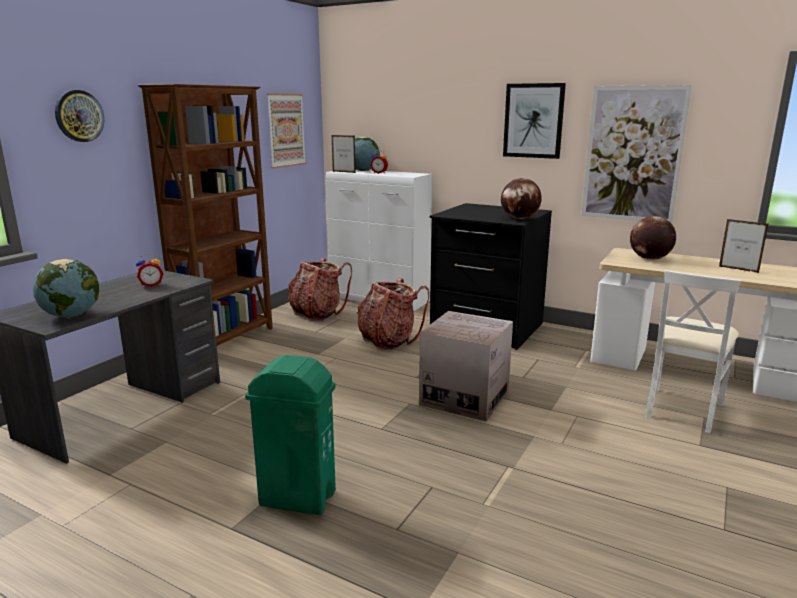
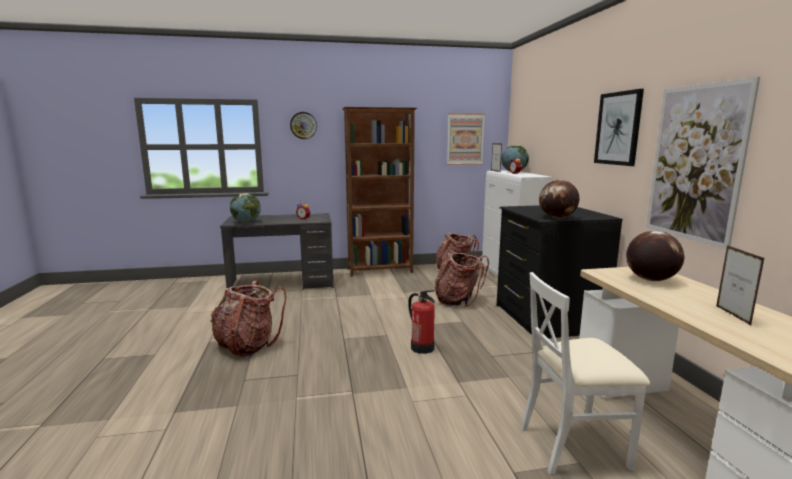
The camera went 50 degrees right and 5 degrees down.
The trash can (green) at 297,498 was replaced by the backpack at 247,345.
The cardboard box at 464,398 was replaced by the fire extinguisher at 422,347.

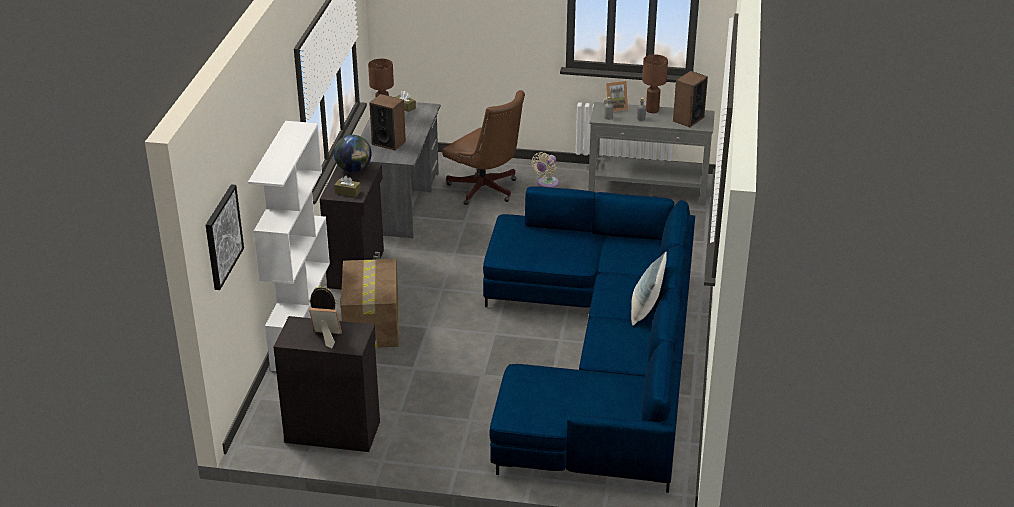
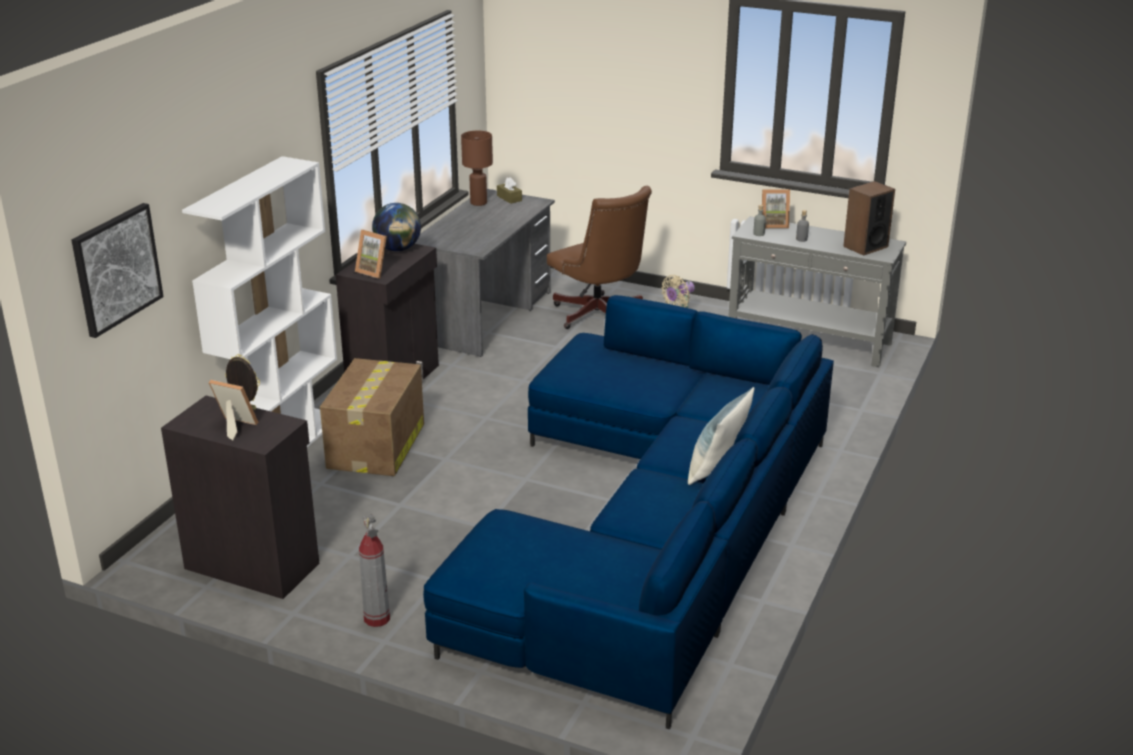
The camera went 15 degrees right and 5 degrees down.
The tissue box (brown) at 347,192 was replaced by the picture frame at 374,271.
The fire extinguisher at 377,618 appeared.
The speaker at 388,142 disappeared.
The table lamp (brown) at 652,110 disappeared.

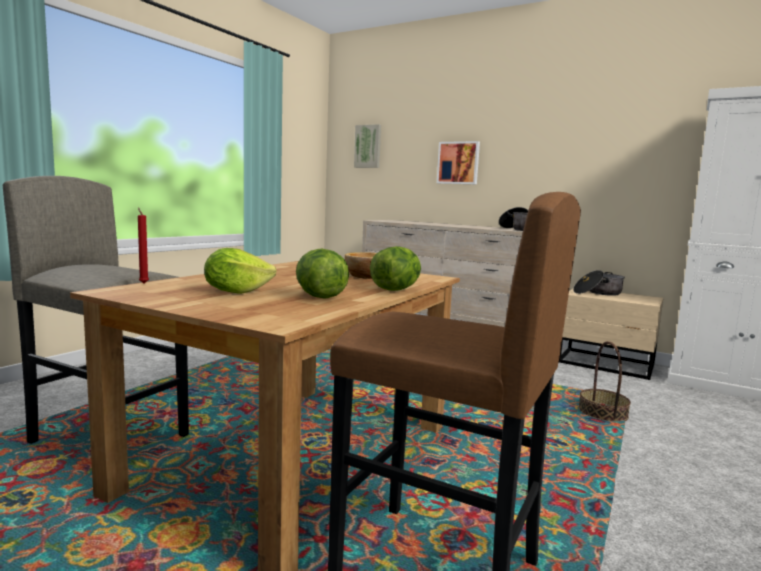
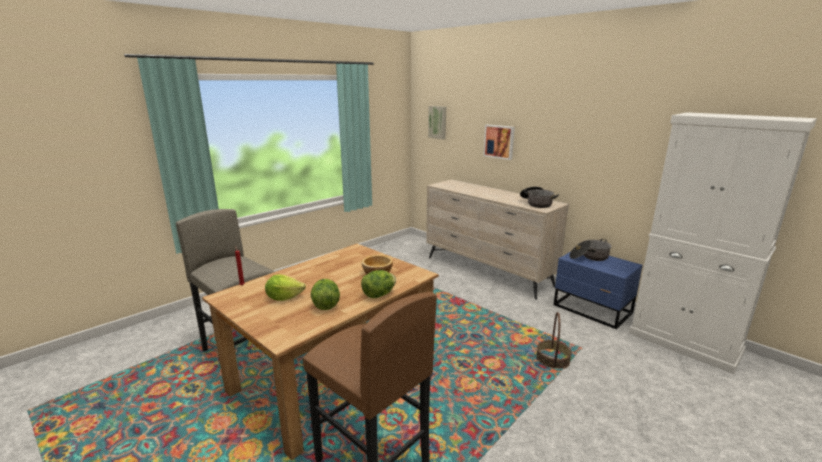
The camera went 15 degrees right and 10 degrees up.
The nightstand (beige) at 606,364 became the nightstand (blue) at 592,310.

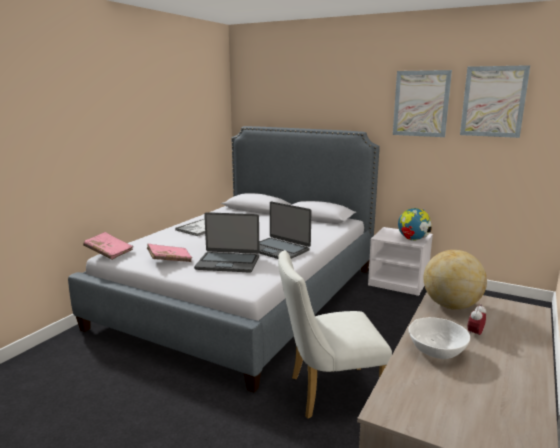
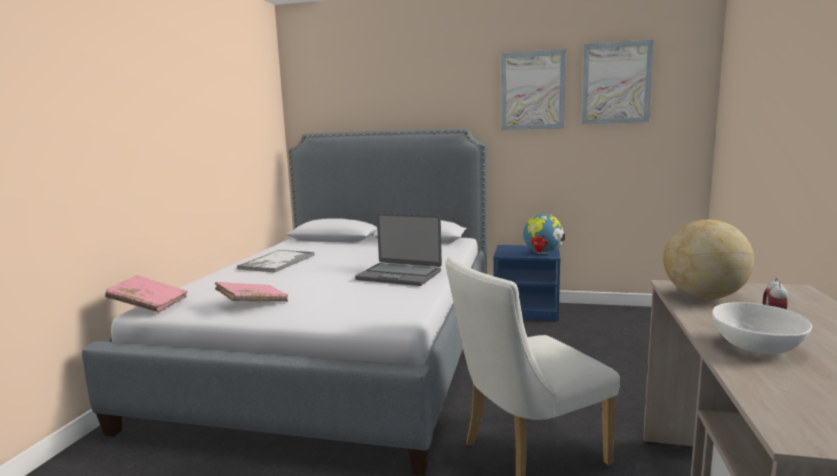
The camera went 15 degrees left and 5 degrees down.
The nightstand (white) at 399,283 became the nightstand (blue) at 527,310.
The laptop at 228,262 disappeared.

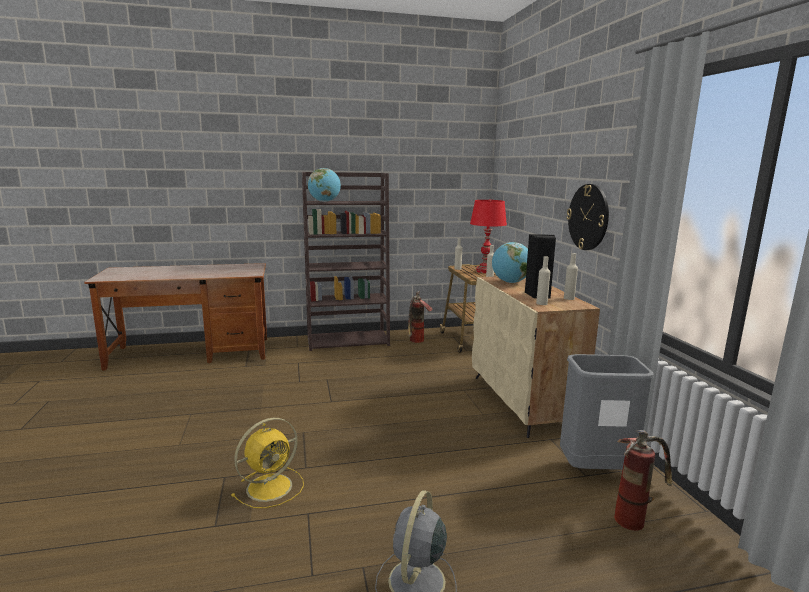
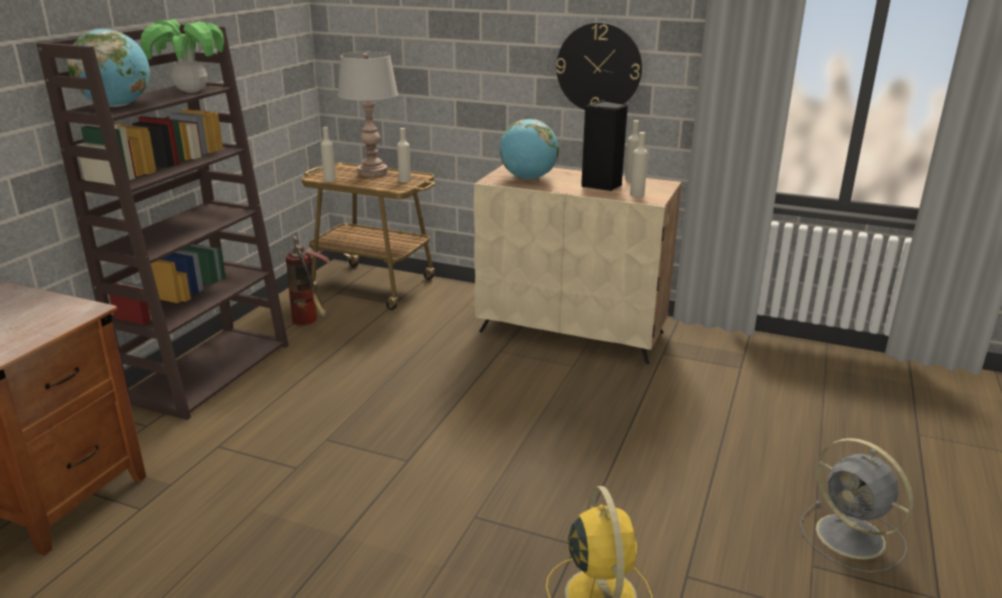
The camera went 55 degrees left and 10 degrees up.
The potted plant at 192,91 appeared.
The table lamp (red) at 485,271 became the table lamp (grey) at 372,172.
The trash can (grey) at 595,471 disappeared.
The fire extinguisher at 634,515 disappeared.

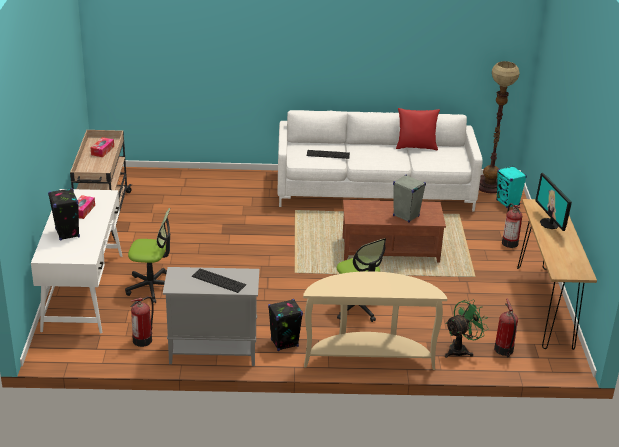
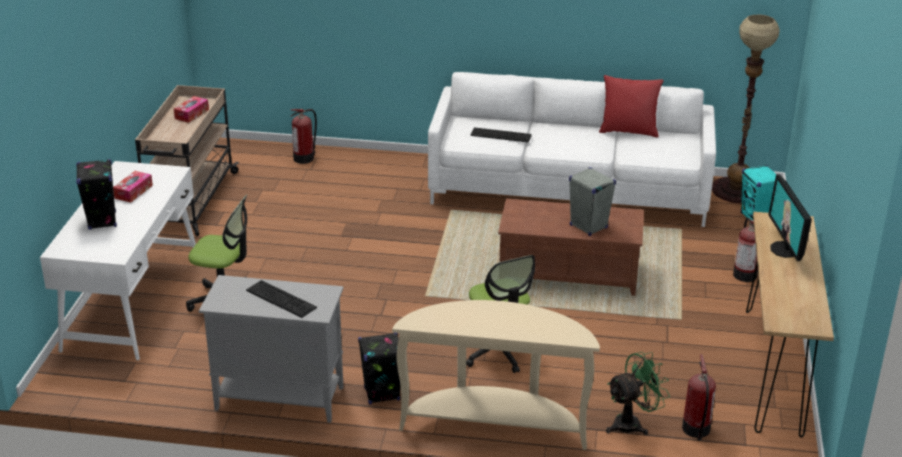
The camera went 10 degrees right and 0 degrees up.
The fire extinguisher moved from 143,340 to 304,158.

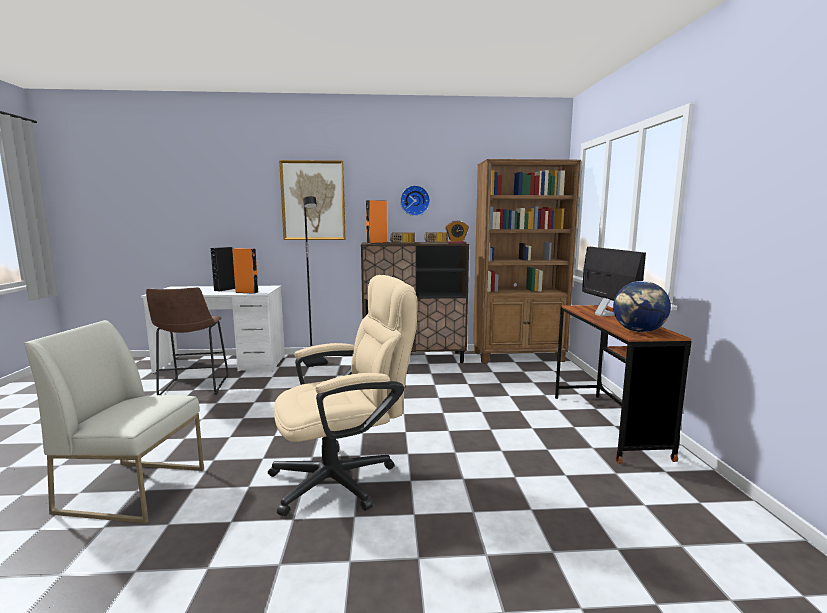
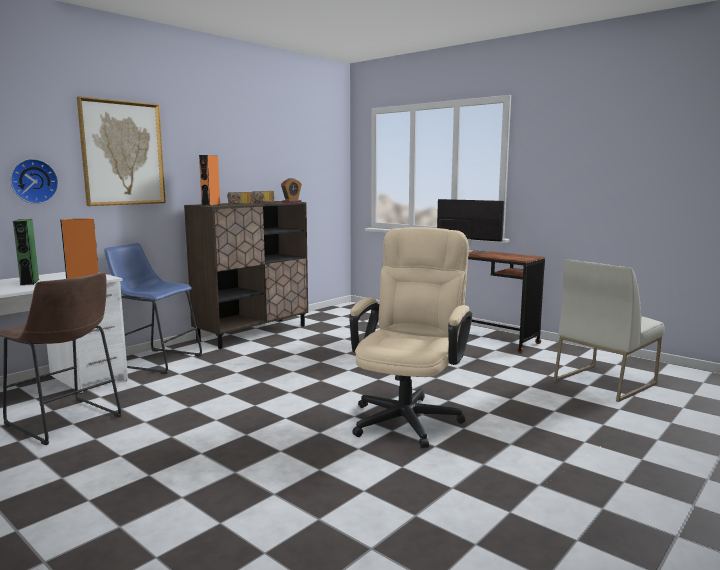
The camera went 45 degrees left and 0 degrees up.
The wall clock moved from 414,200 to 33,181.
The speaker (black) at 224,289 became the speaker (green) at 29,282.
The floor lamp (black) at 314,362 was replaced by the stool (blue) at 155,360.
The chair (white) moved from 134,489 to 604,382.
The bookcase (brown) at 519,357 disappeared.
The globe at 638,331 disappeared.

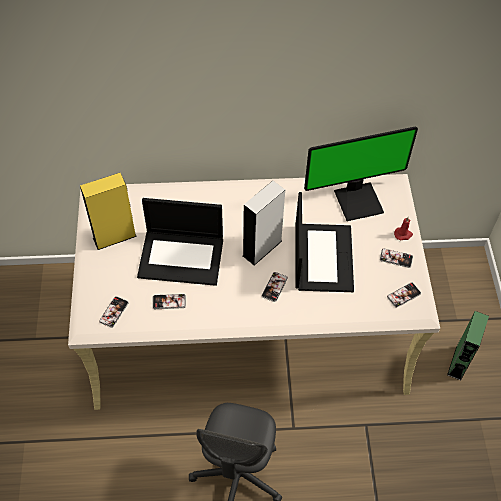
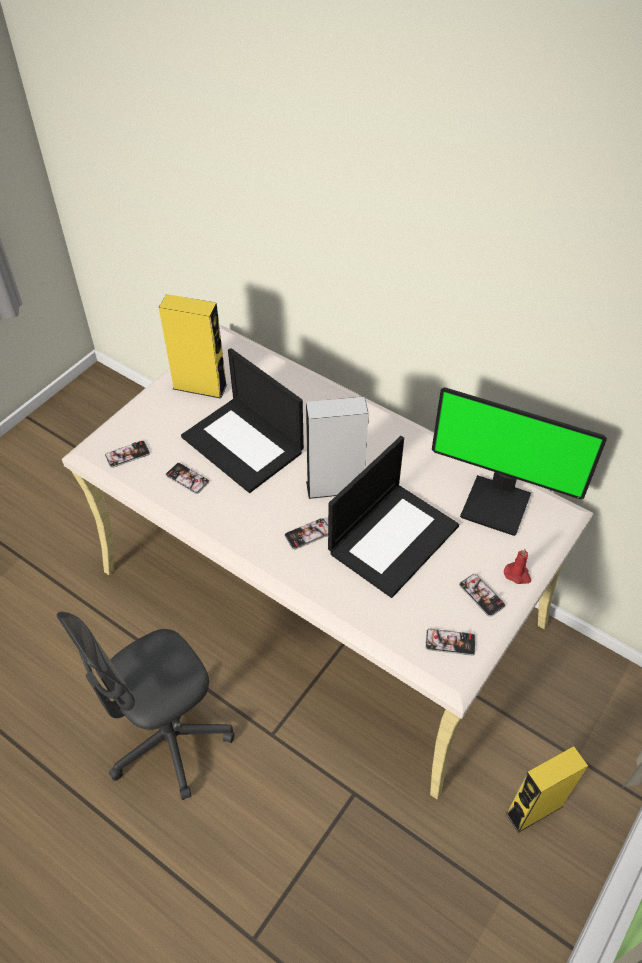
The camera went 40 degrees right and 5 degrees down.
The speaker (green) at 458,362 became the speaker (yellow) at 534,810.

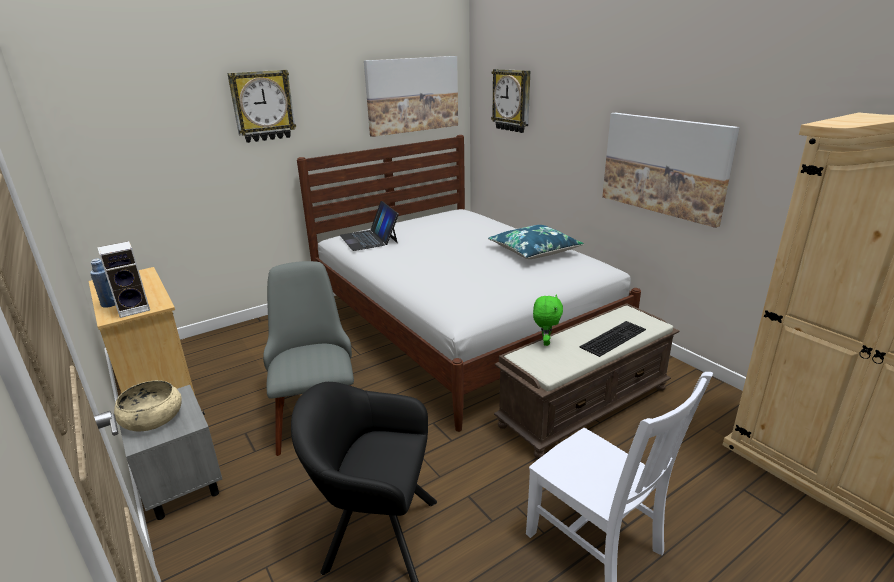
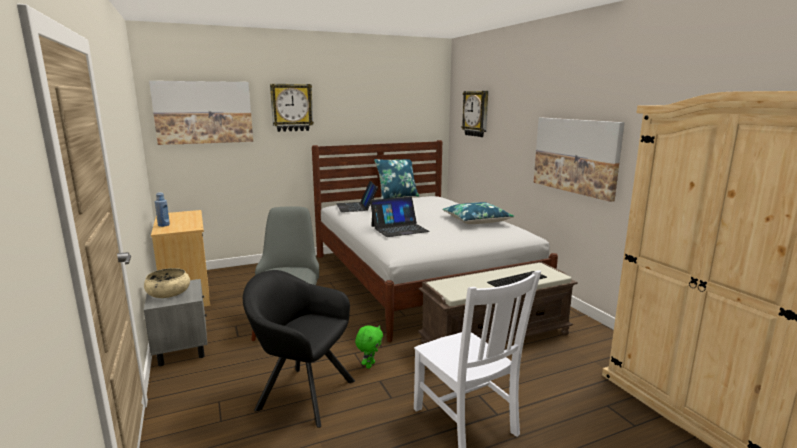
The camera went 10 degrees right and 10 degrees down.
The picture moved from 412,95 to 203,112.
The plush toy (green) moved from 545,342 to 369,365.
The laptop at 399,229 appeared.
The pillow (blue) at 397,197 appeared.
The speaker at 135,309 disappeared.

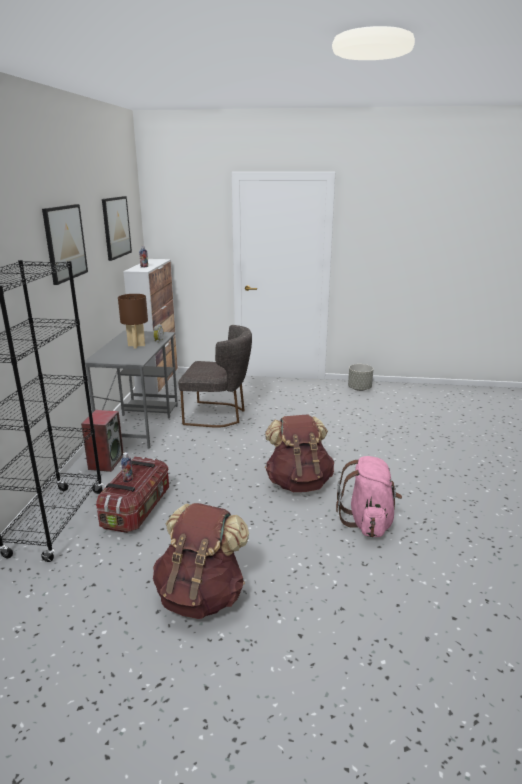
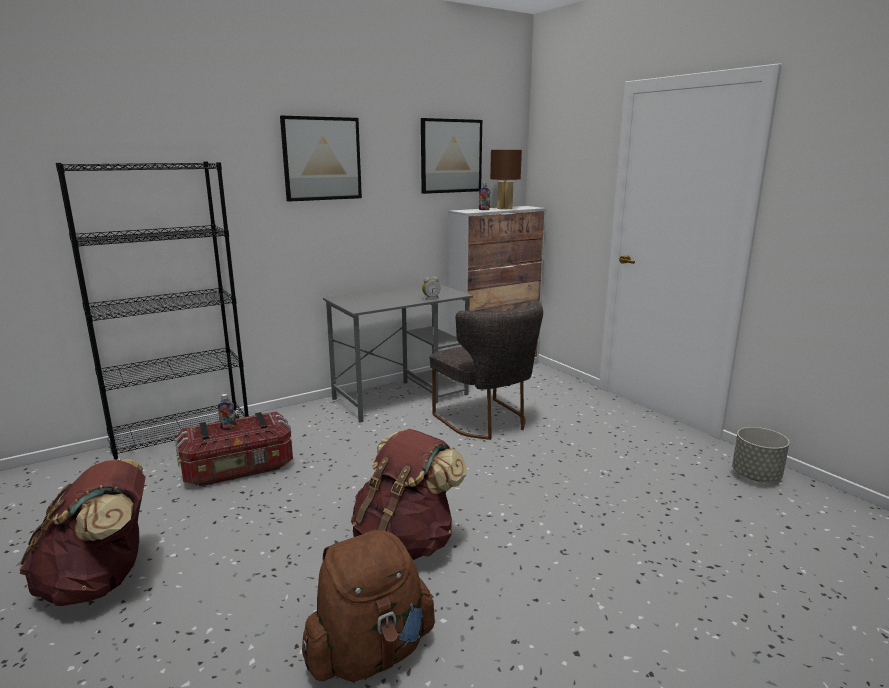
The camera went 50 degrees right and 5 degrees down.
The backpack (pink) at 368,522 became the backpack (brown) at 371,653.
The table lamp (brown) moved from 136,345 to 504,208.
The speaker at 106,462 disappeared.

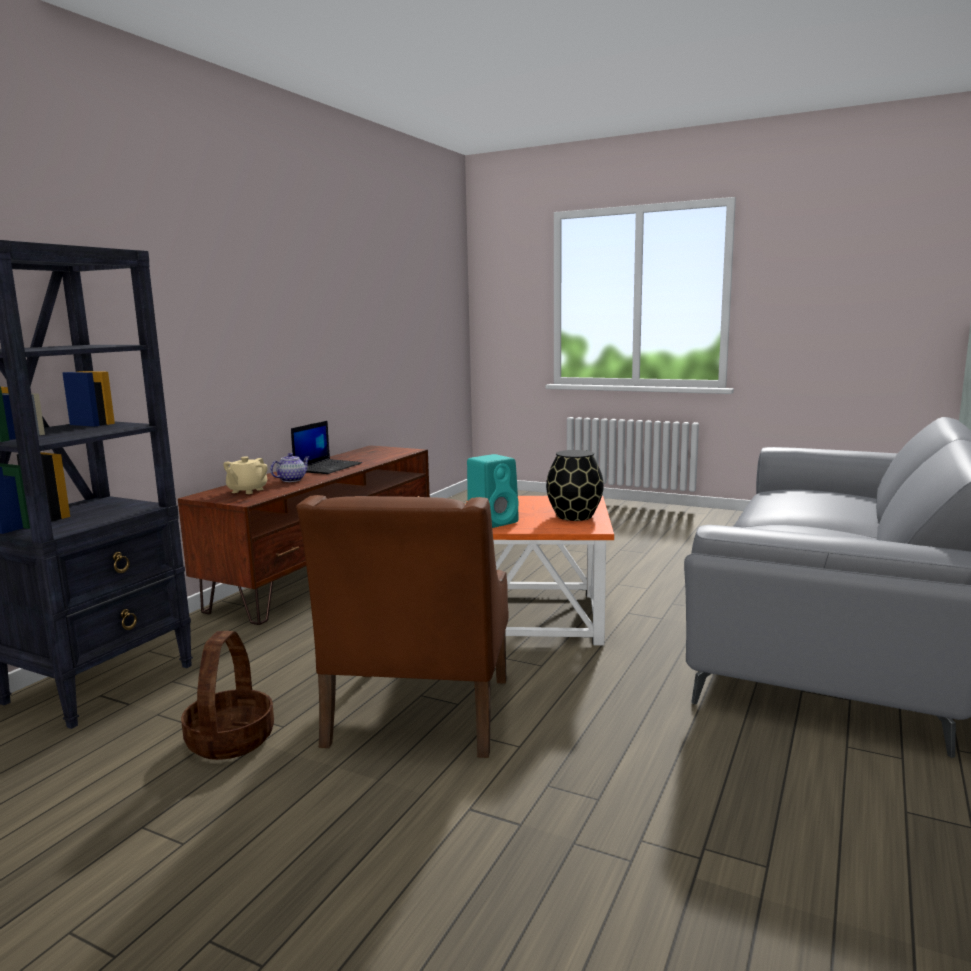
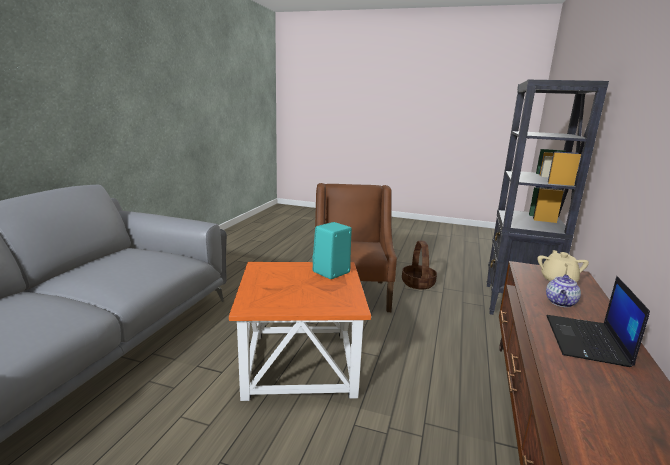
The camera went 170 degrees right and 5 degrees up.
The vase (black) at 574,516 disappeared.

